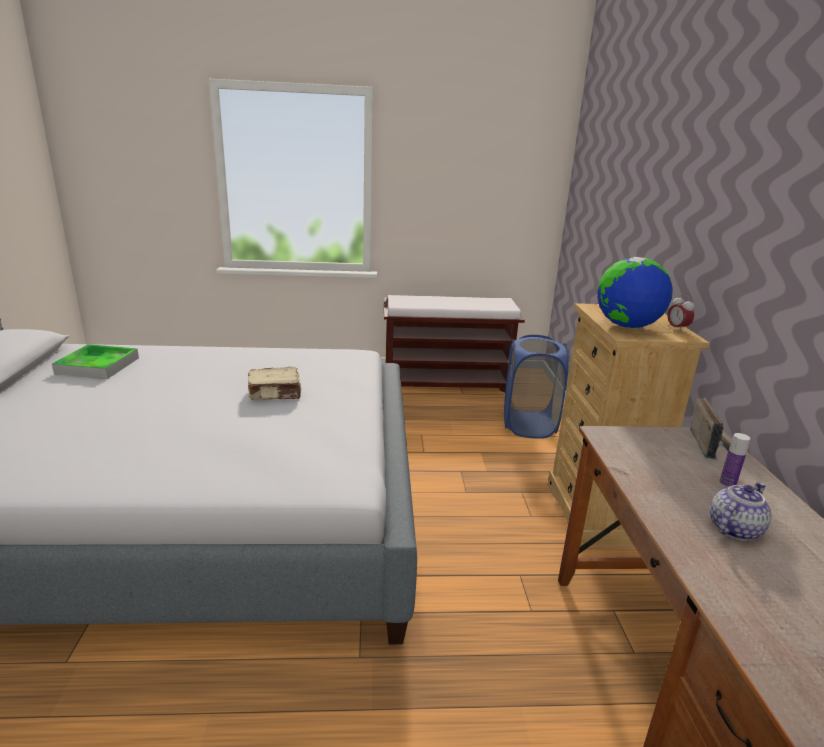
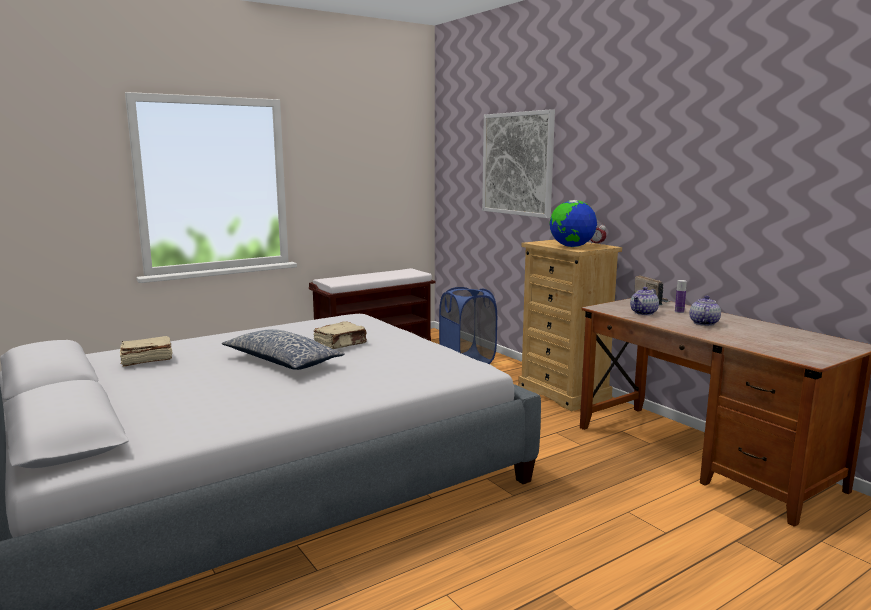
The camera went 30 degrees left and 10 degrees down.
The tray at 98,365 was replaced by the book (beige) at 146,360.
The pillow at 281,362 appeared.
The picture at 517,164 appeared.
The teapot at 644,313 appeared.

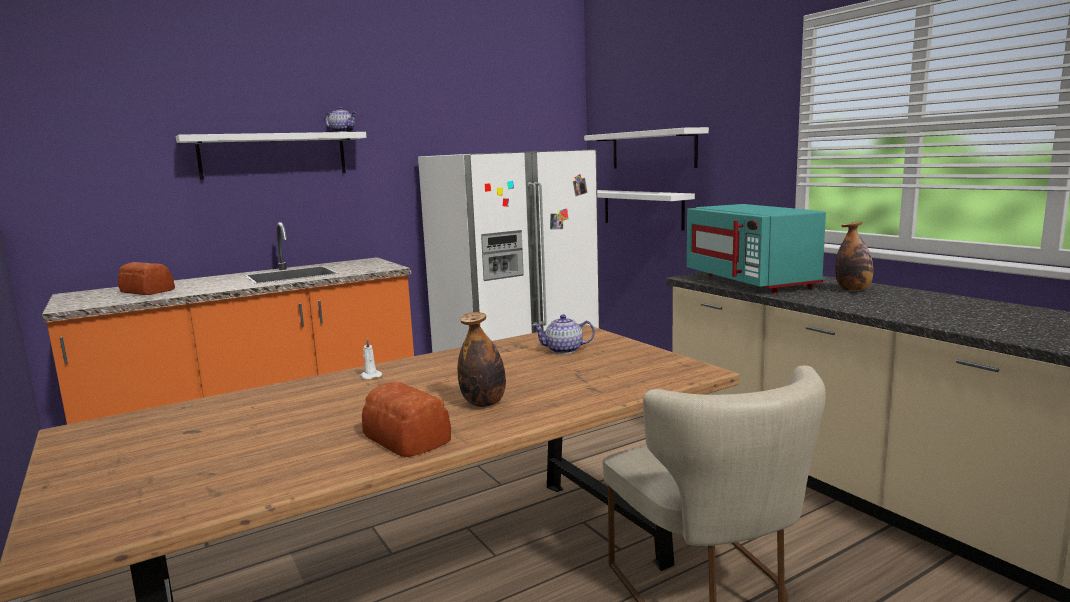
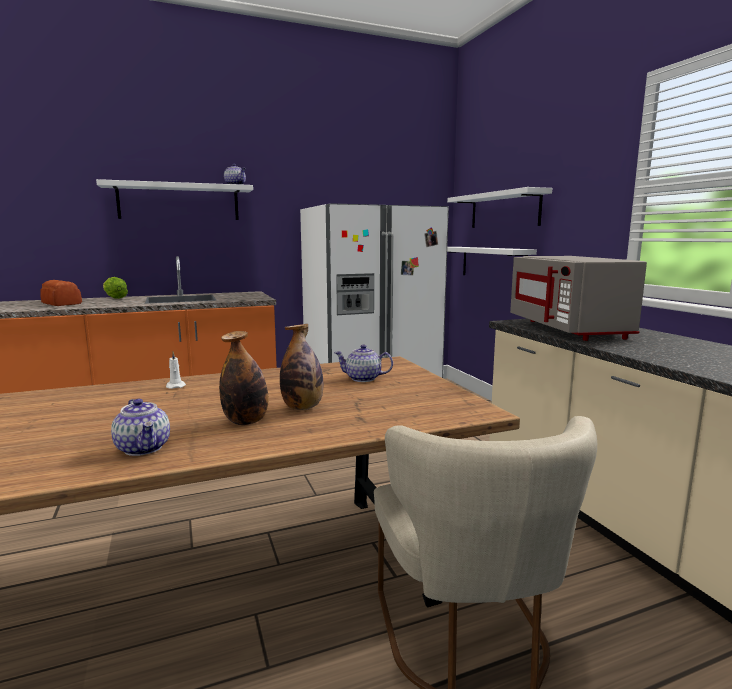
The camera went 10 degrees right and 0 degrees up.
The lettuce at 114,298 appeared.
The bread at 407,437 was replaced by the teapot at 144,448.
The bottle moved from 853,290 to 302,407.
The microwave (turquoise) at 751,281 became the microwave (grey) at 568,329.

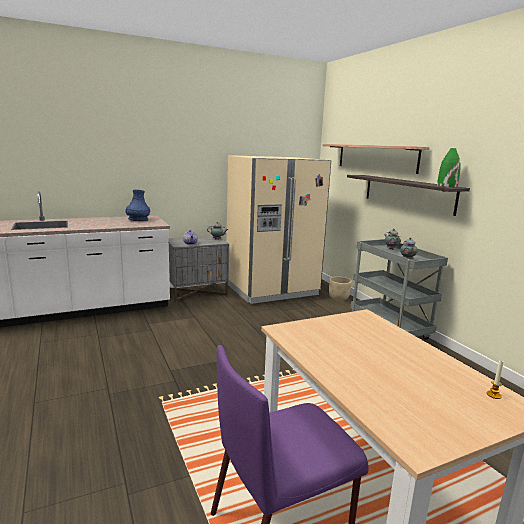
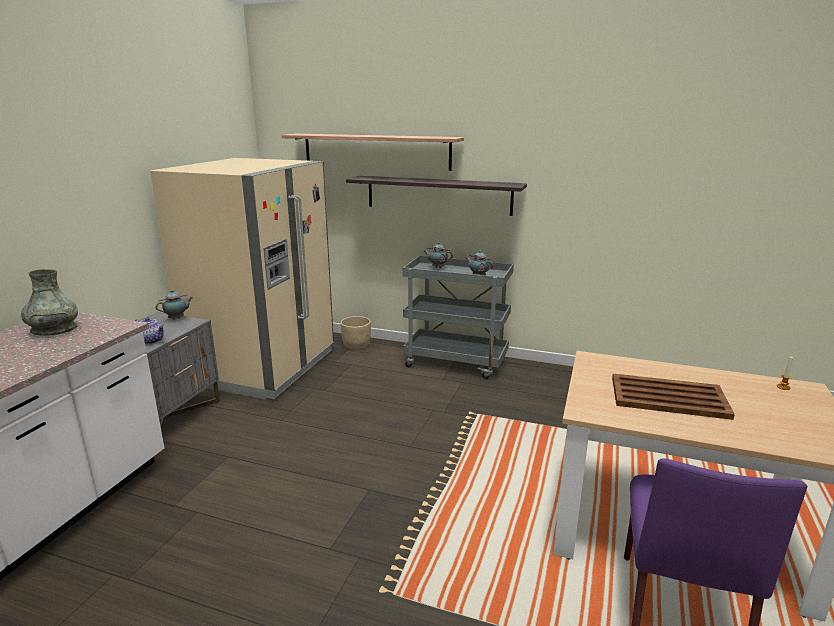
The camera went 45 degrees left and 5 degrees up.
The vase (blue) at 138,220 became the vase (grey) at 54,330.
The tray (brown) at 667,397 appeared.
The vase (green) at 447,186 disappeared.

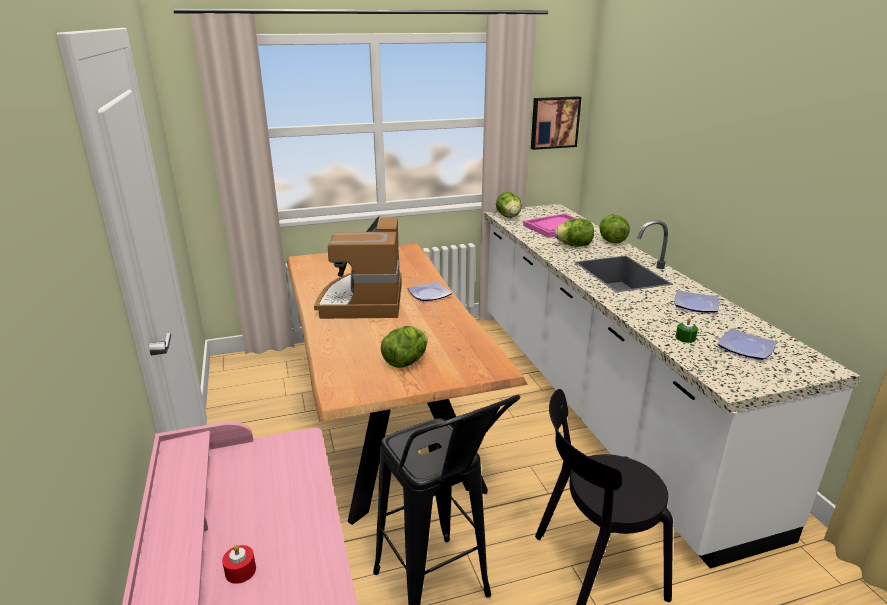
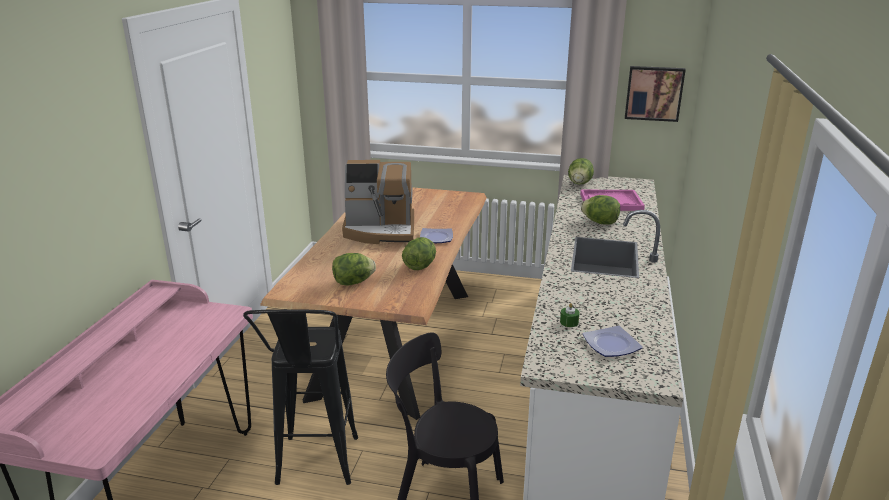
The camera went 30 degrees right and 0 degrees up.
The coffee machine at 364,301 turned 120 degrees counterclockwise.
The lettuce moved from 611,241 to 420,266.
The candle (red) at 240,571 disappeared.
The plate at 695,304 disappeared.

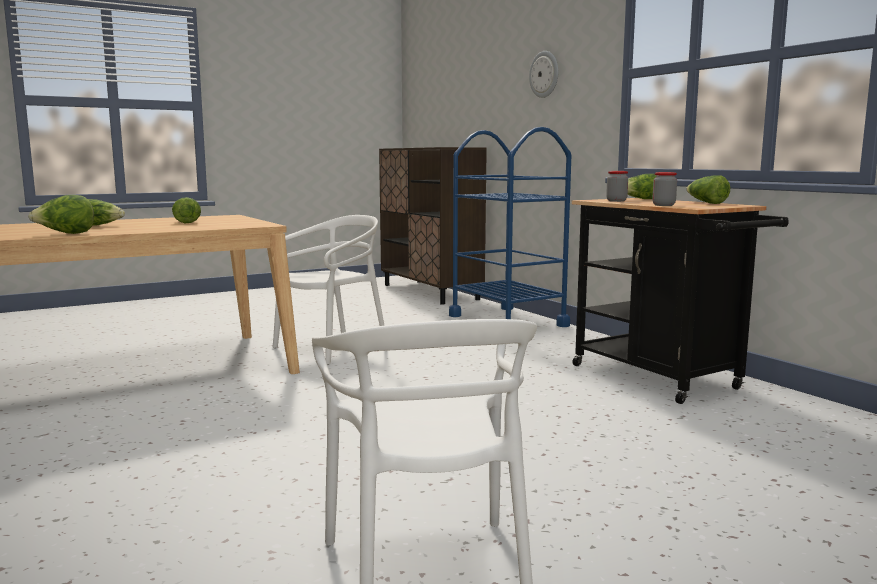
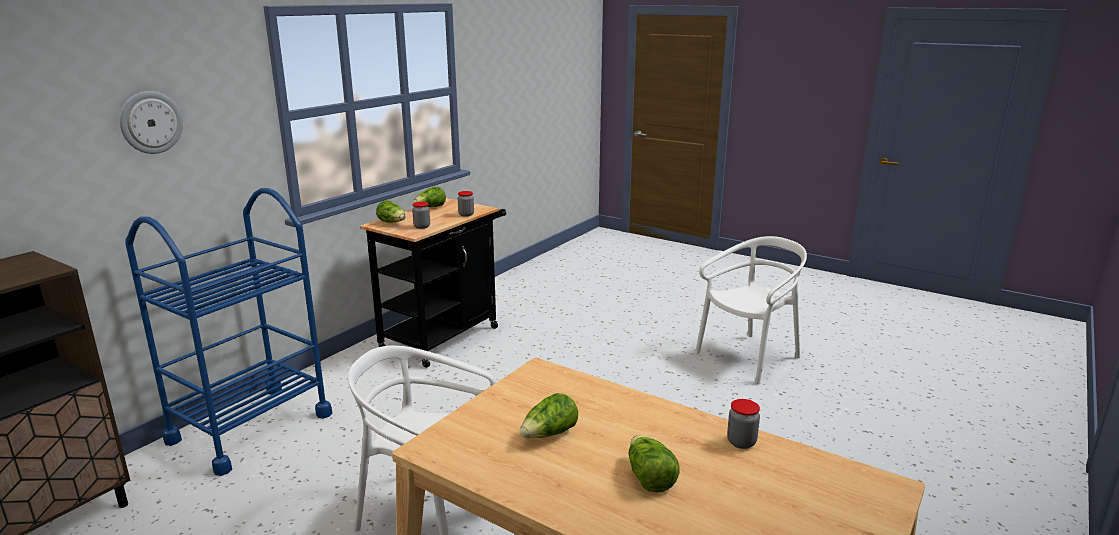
The camera went 115 degrees left and 10 degrees up.
The lettuce at 66,234 was replaced by the jar at 741,442.

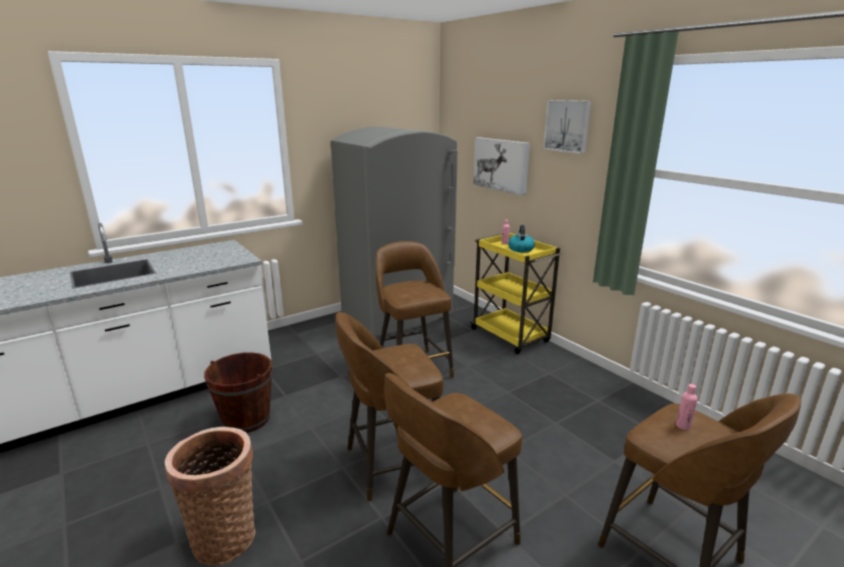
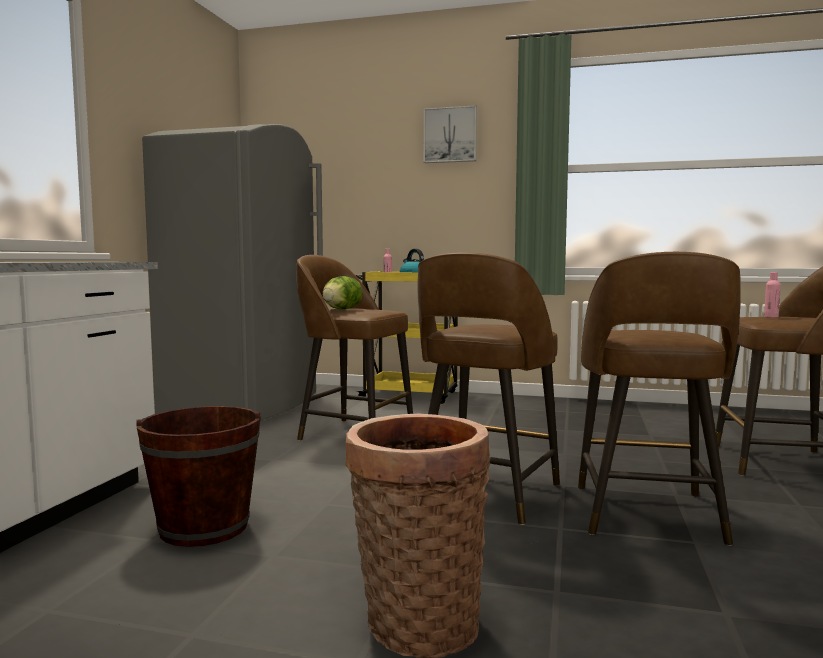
The camera went 40 degrees left and 15 degrees down.
The lettuce at 341,309 appeared.
The picture at 501,165 disappeared.

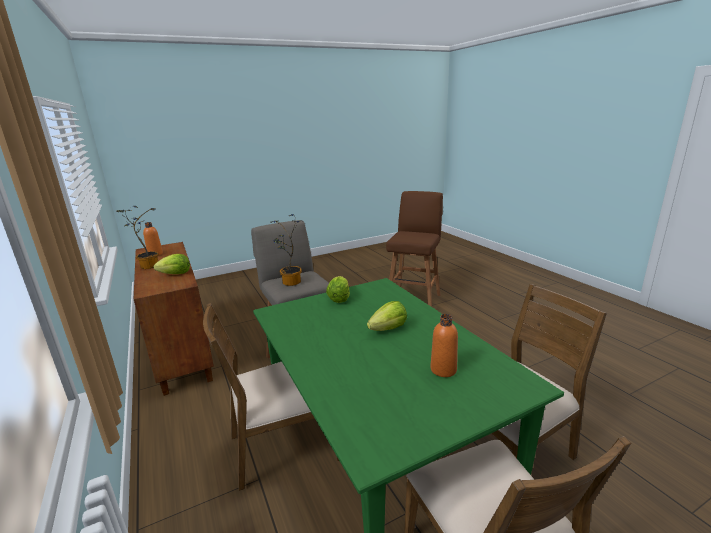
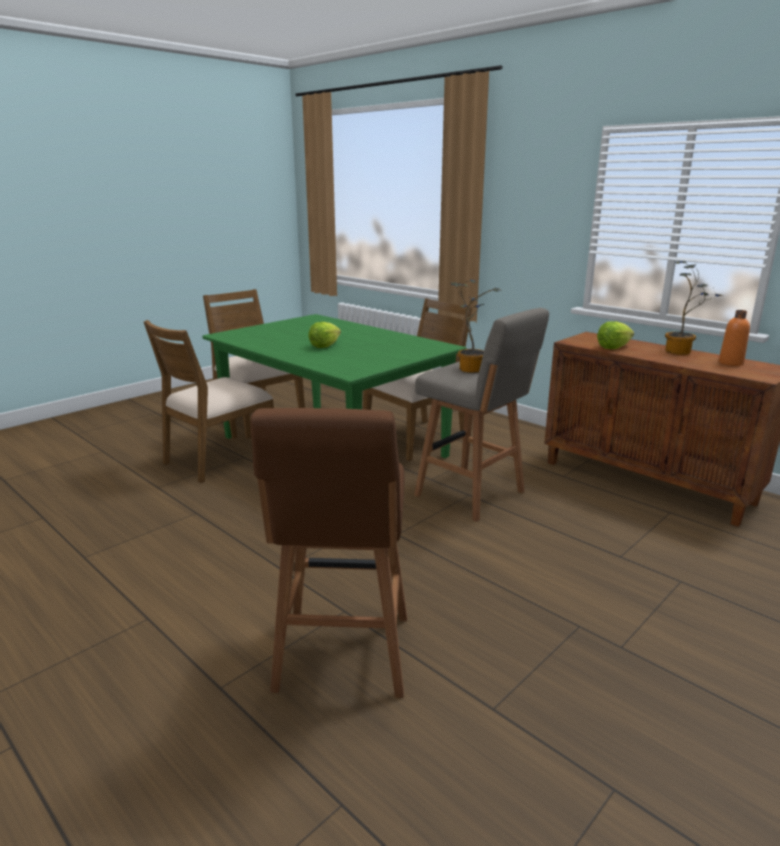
The camera went 160 degrees right and 0 degrees up.
The lettuce at 339,298 disappeared.
The bottle (orange) at 443,369 disappeared.

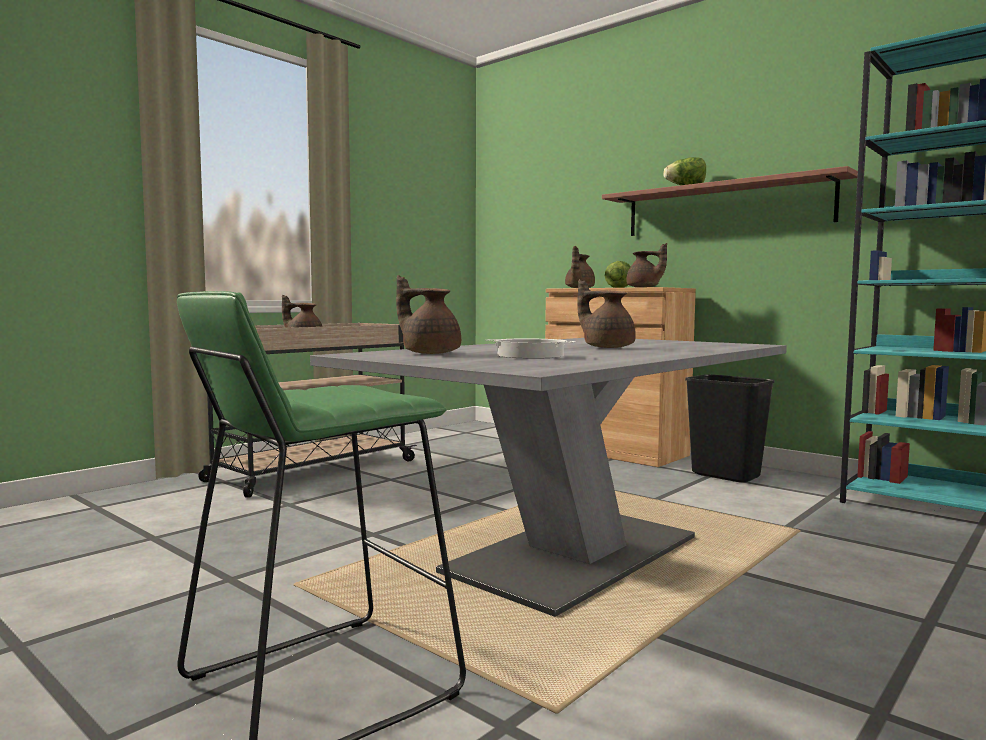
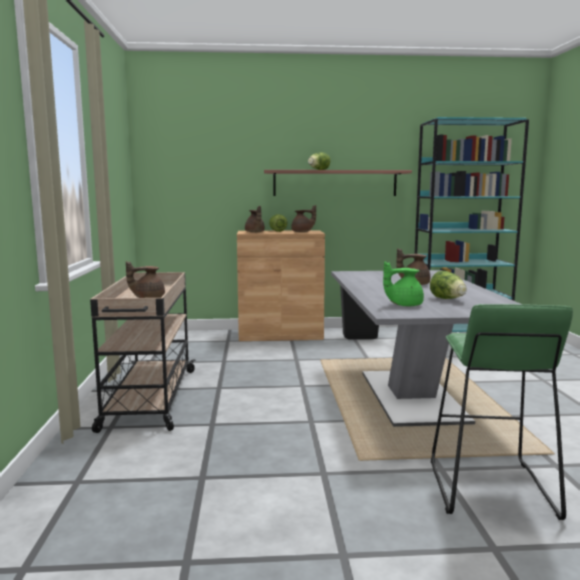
The camera went 45 degrees left and 5 degrees up.
The teapot (brown) at 429,353 became the teapot (green) at 403,305.
The cooking pot at 530,356 was replaced by the lettuce at 448,299.

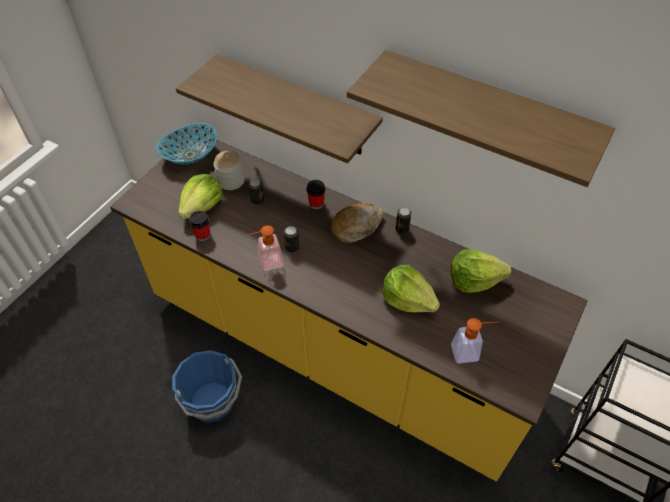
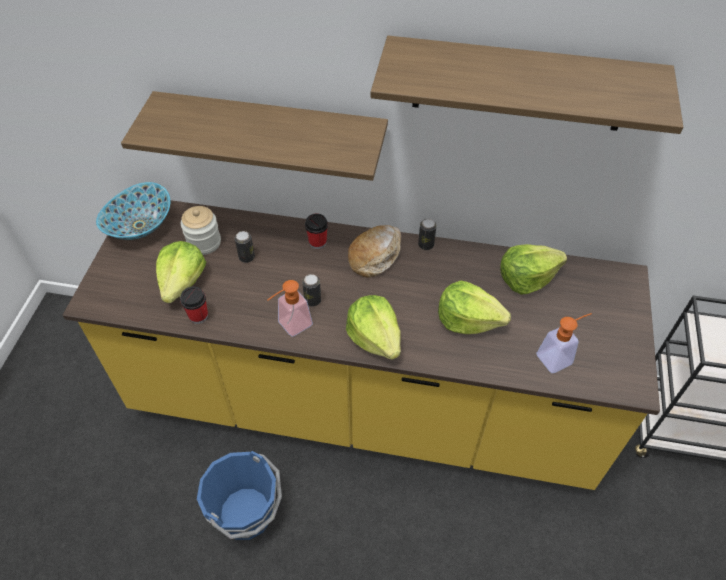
The camera went 20 degrees left and 0 degrees up.
The lettuce at 375,337 appeared.

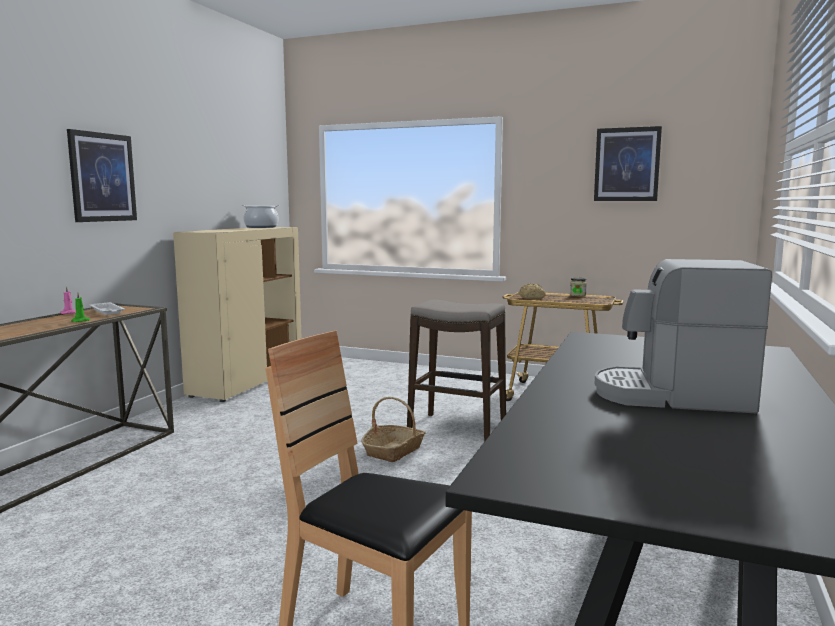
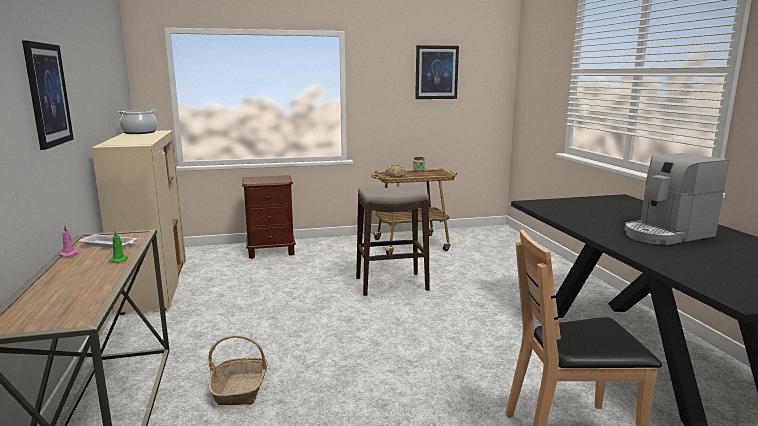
The camera went 35 degrees left and 5 degrees up.
The basket moved from 394,450 to 240,388.
The nightstand (brown) at 271,251 appeared.

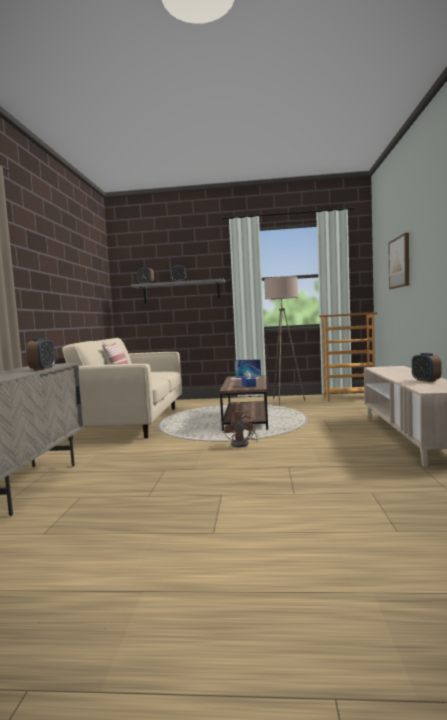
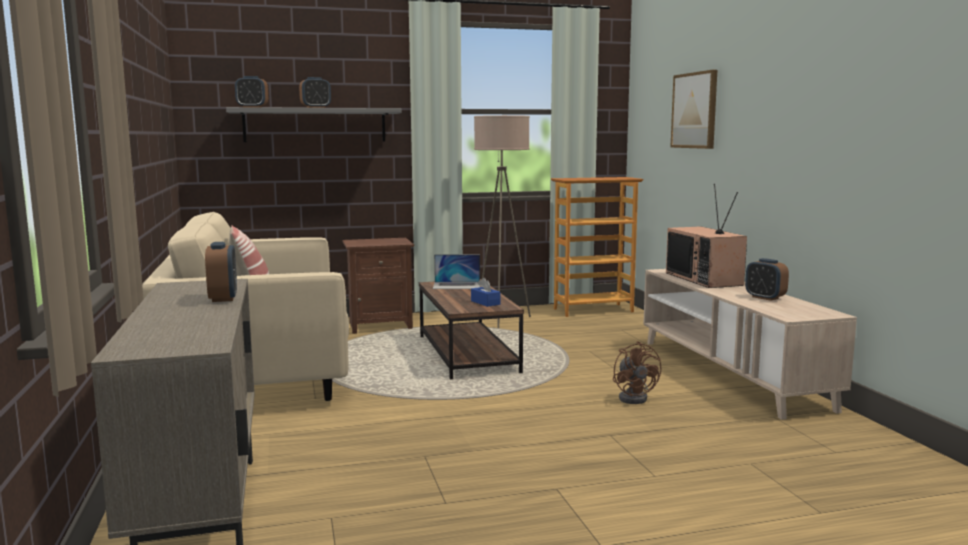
The camera went 20 degrees left and 5 degrees up.
The nightstand (brown) at 379,325 appeared.
The fan (brown) moved from 243,444 to 635,397.
The television at 705,279 appeared.

